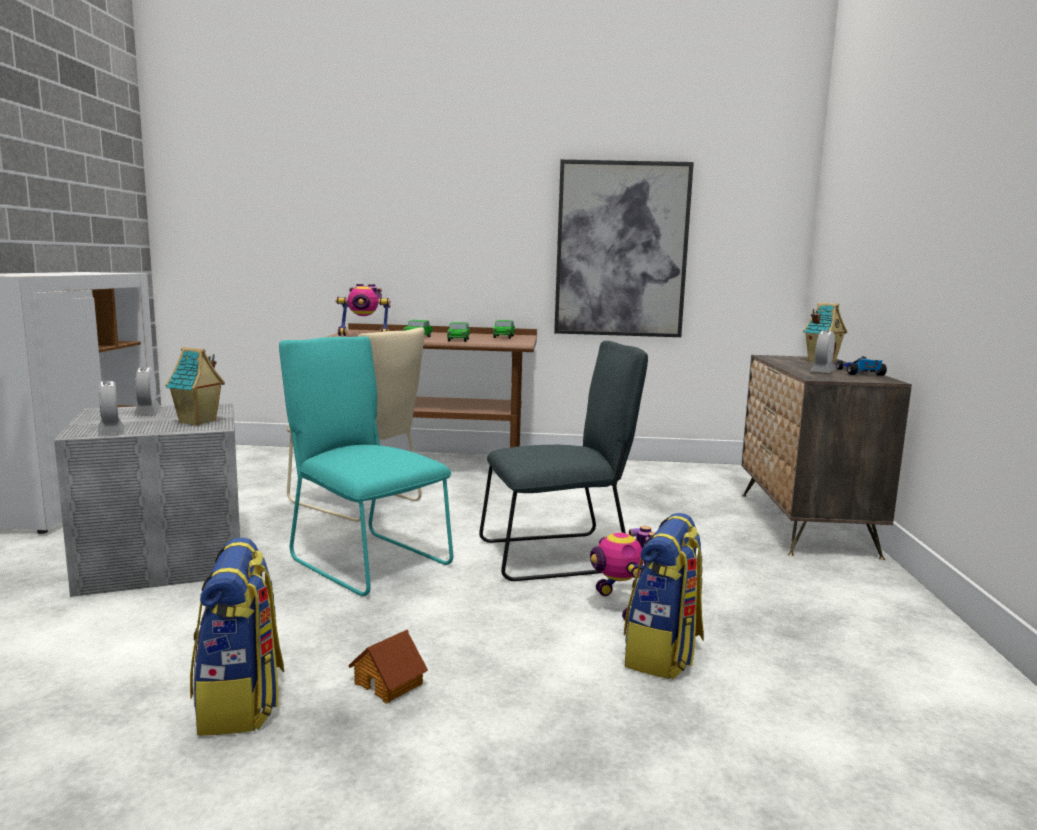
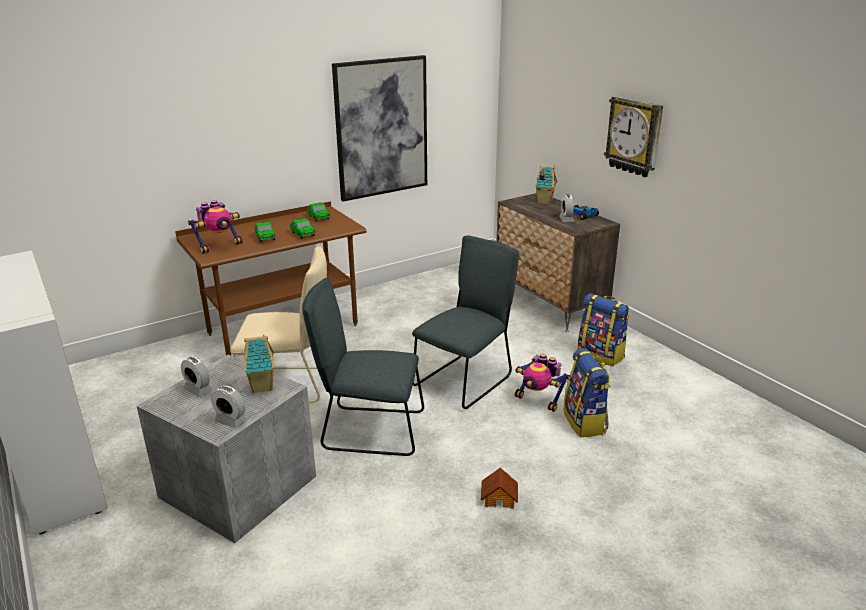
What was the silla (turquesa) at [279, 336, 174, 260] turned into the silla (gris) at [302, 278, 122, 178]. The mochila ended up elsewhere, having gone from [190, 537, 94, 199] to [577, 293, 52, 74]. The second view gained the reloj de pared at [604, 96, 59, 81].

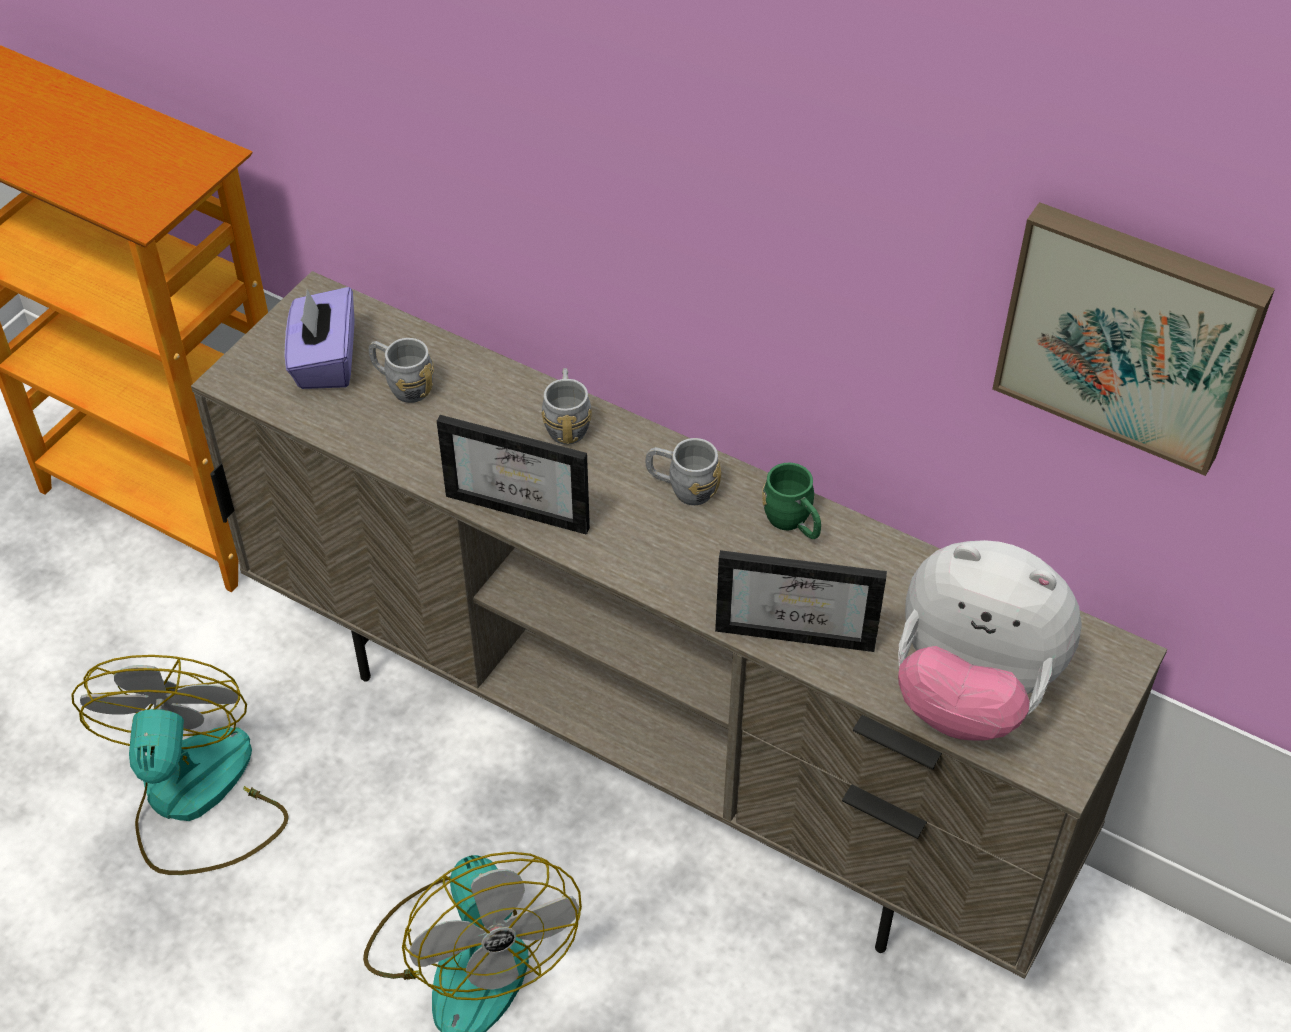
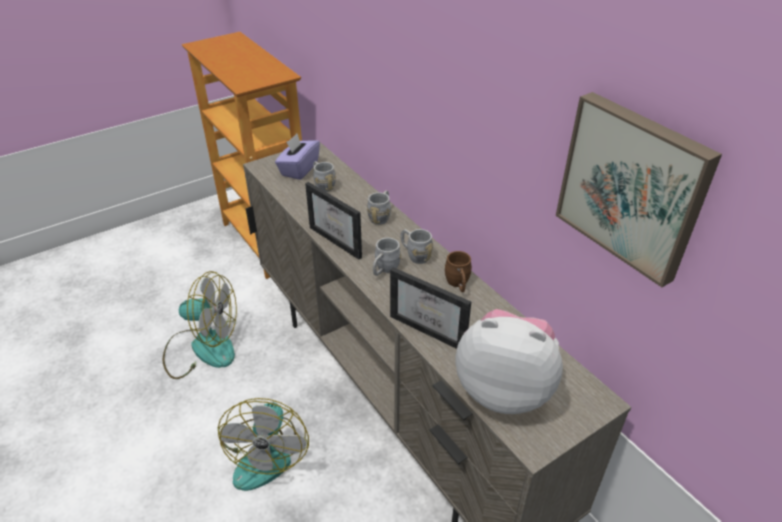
The ventilador at [71, 655, 218, 220] ended up facing another way, 75 degrees clockwise from before. The second view gained the taza grande (gris) at [373, 238, 28, 38]. What was the taza grande (verde) at [762, 463, 59, 76] turned into the taza grande (marrón) at [444, 251, 28, 41]. The peluche at [898, 540, 184, 201] ended up facing another way, 150 degrees clockwise from before.

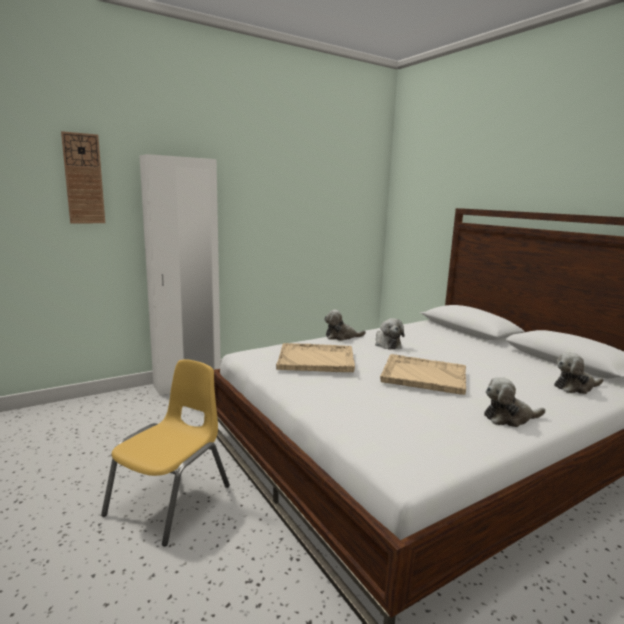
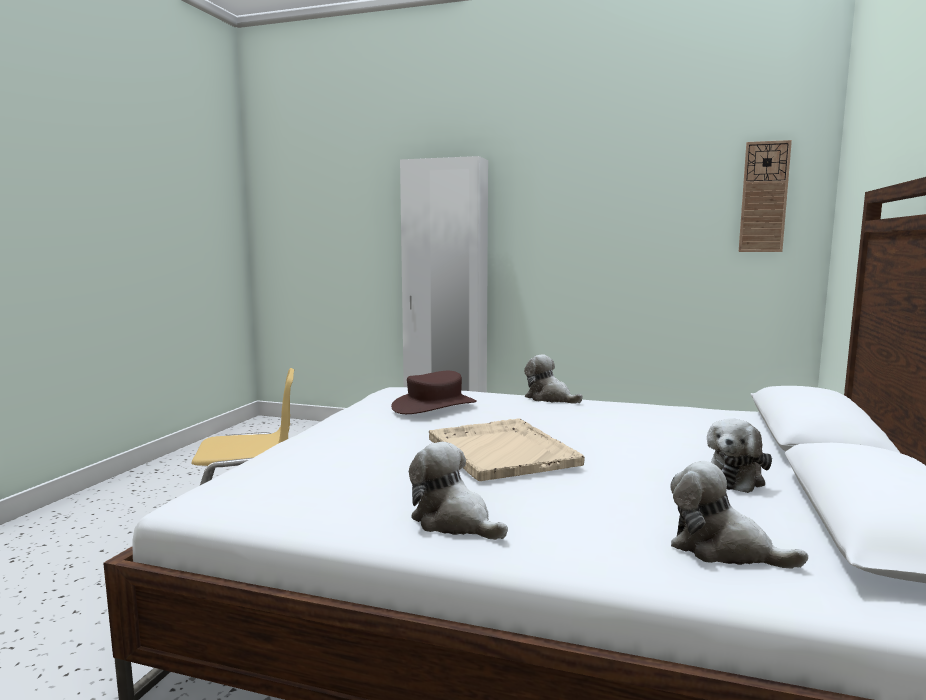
Where the bandeja (beis) stood at [276, 343, 79, 29], the sombrero (marrón) came to stand at [391, 371, 86, 43]. The peluche ended up elsewhere, having gone from [375, 318, 30, 32] to [707, 418, 65, 75]. The reloj de pared ended up elsewhere, having gone from [61, 131, 44, 92] to [739, 140, 53, 112].

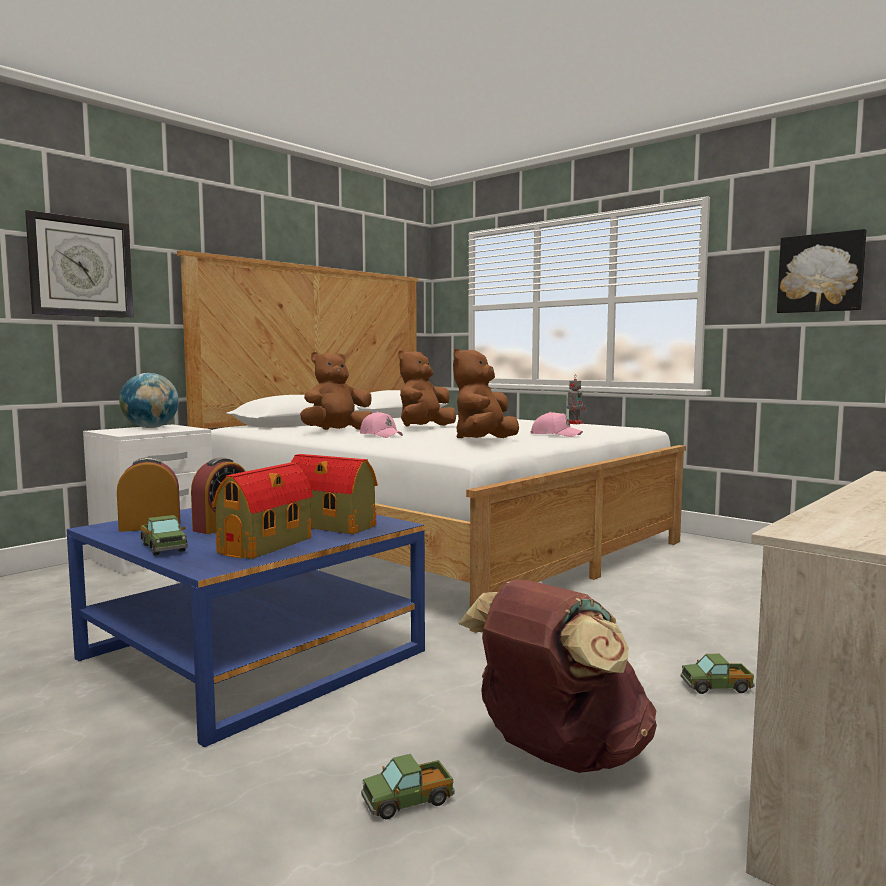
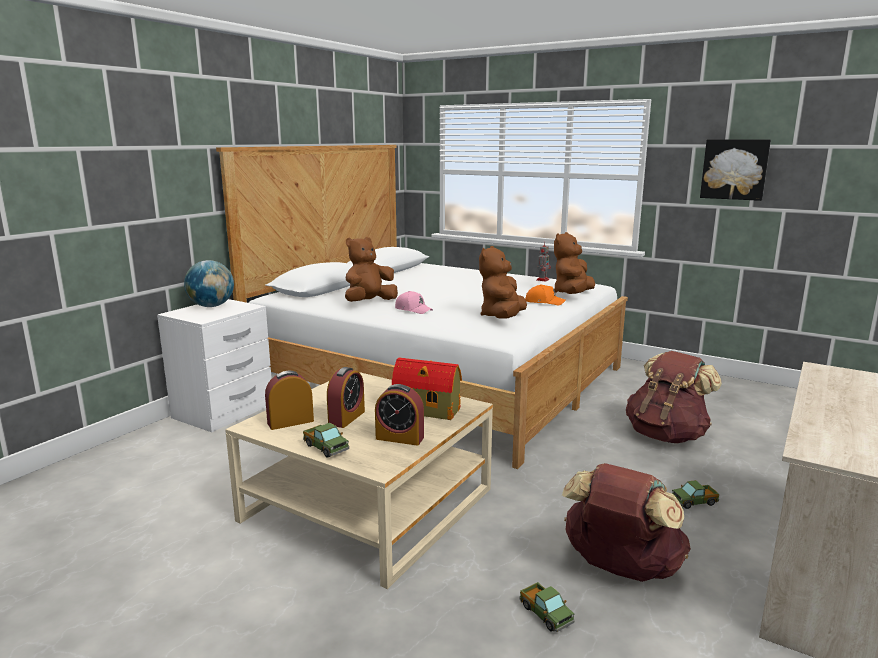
What was the mesa de centro (azul) at [67, 508, 358, 239] turned into the mesa de centro (beis) at [225, 372, 268, 217]. Where the casita stood at [212, 463, 101, 96], the despertador came to stand at [375, 384, 49, 61]. The camión de juguete at [361, 754, 94, 65] ended up facing another way, 90 degrees counterclockwise from before. What was the gorra (rosa) at [531, 412, 52, 25] turned into the gorra (naranja) at [525, 284, 41, 21]. The peluche (marrón) ended up elsewhere, having gone from [398, 350, 58, 76] to [554, 232, 41, 62]. The second view gained the mochila (marrón) at [626, 351, 96, 92]. The second view lost the reloj de pared at [25, 210, 108, 108].

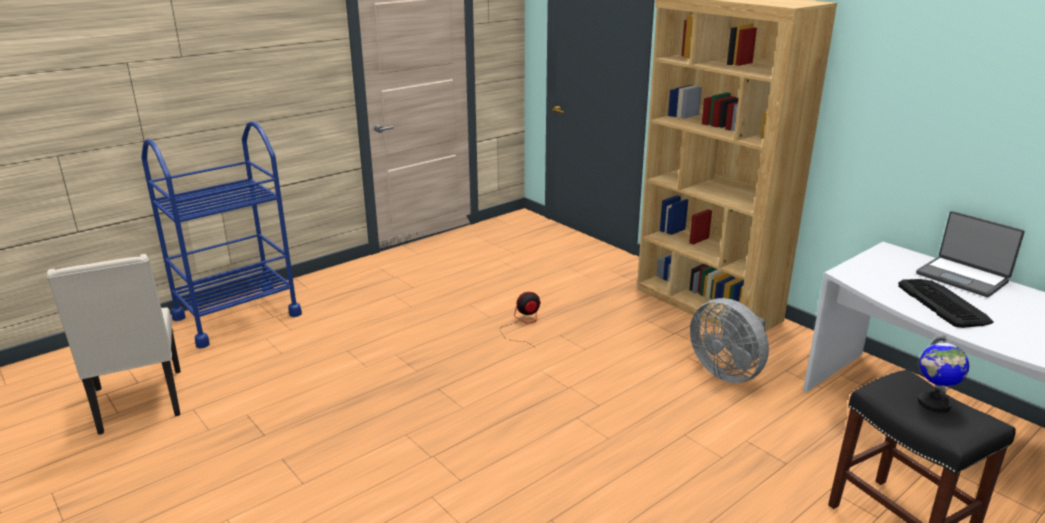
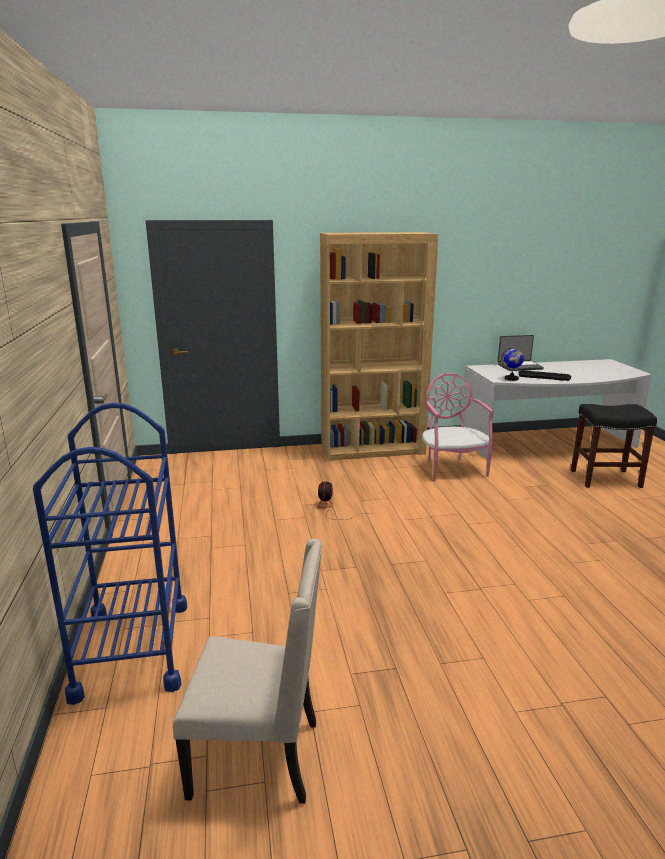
Where the ventilador (gris) stood at [690, 298, 79, 85], the silla (rosa) came to stand at [422, 373, 72, 108]. The globo terráqueo ended up elsewhere, having gone from [918, 335, 51, 78] to [501, 346, 23, 35].

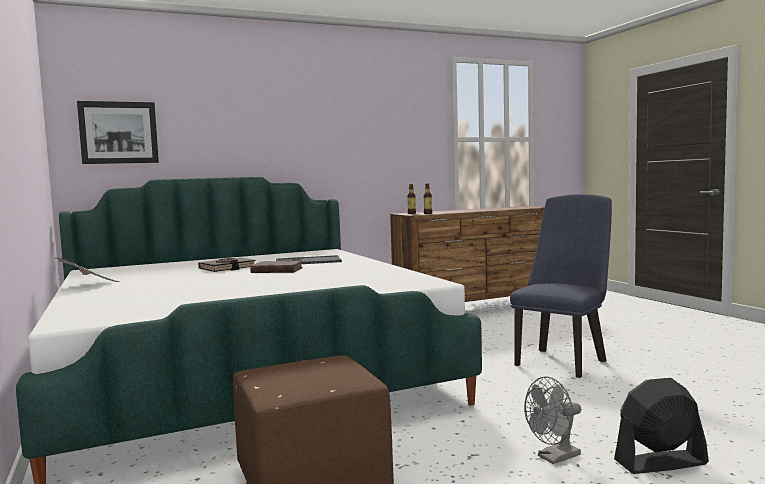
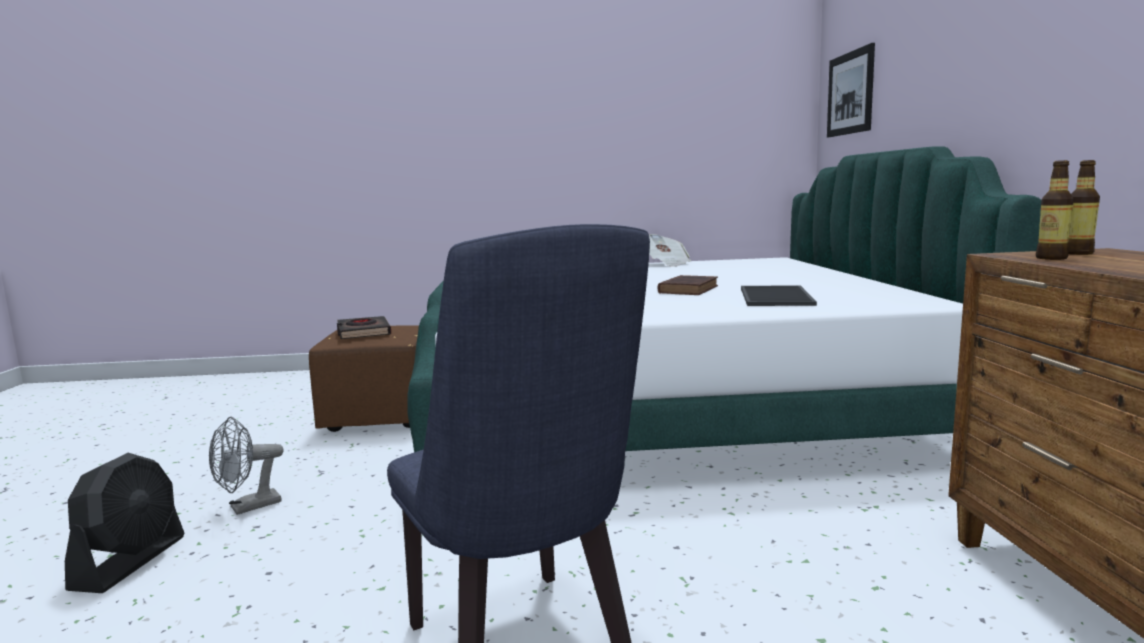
The ventilador (gris) at [524, 377, 57, 87] ended up facing another way, 120 degrees counterclockwise from before. The libro (negro) ended up elsewhere, having gone from [198, 258, 57, 14] to [337, 316, 54, 23].

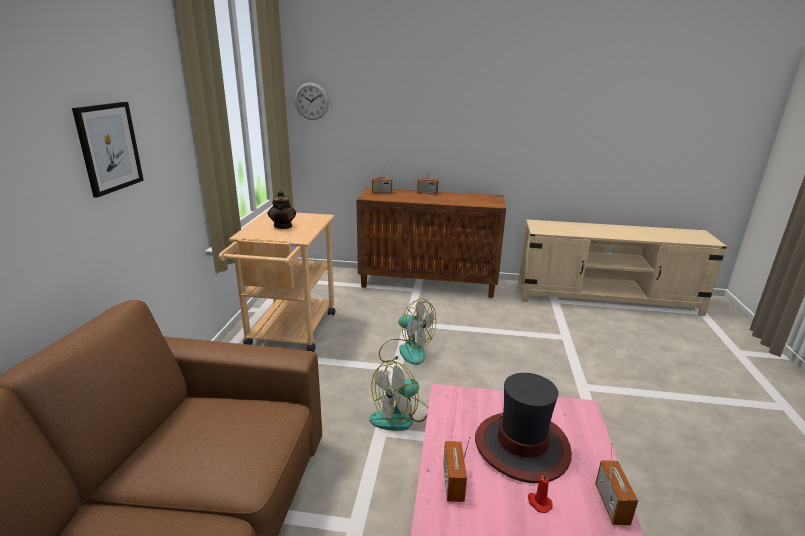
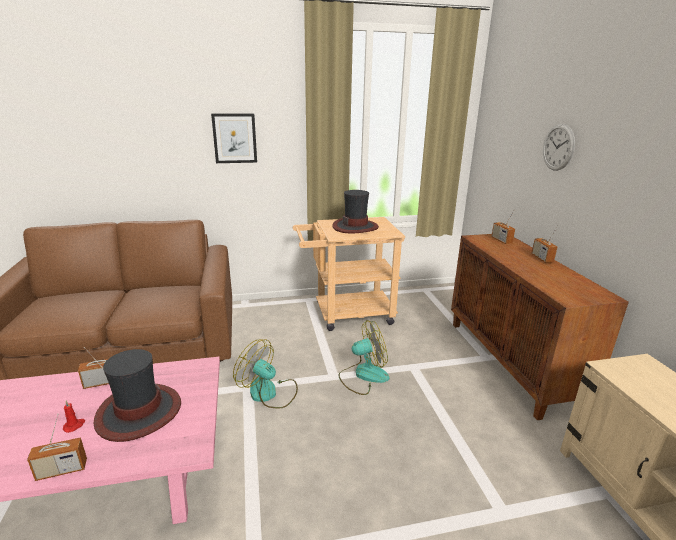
Where the tetera stood at [268, 190, 28, 39], the sombrero came to stand at [332, 190, 47, 43]. The ventilador at [379, 298, 57, 67] ended up facing another way, 120 degrees counterclockwise from before. The reloj de pared ended up elsewhere, having gone from [295, 83, 34, 37] to [543, 124, 32, 47].

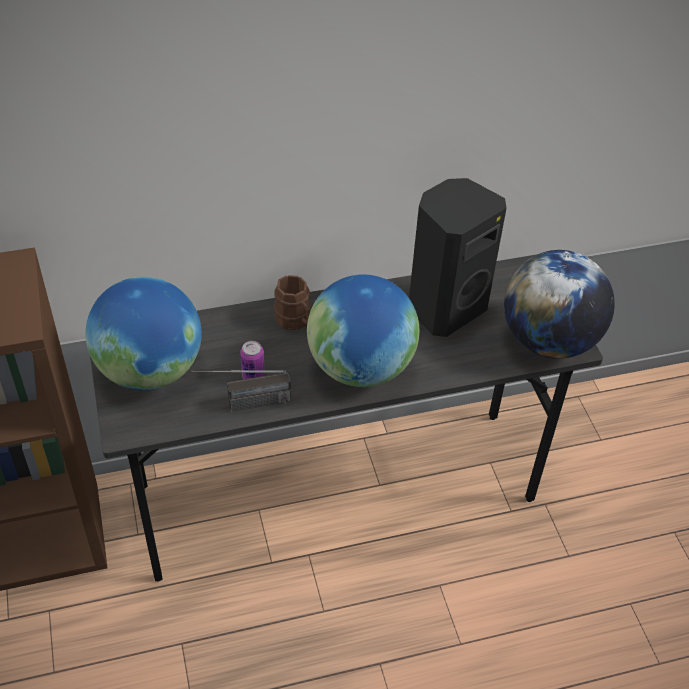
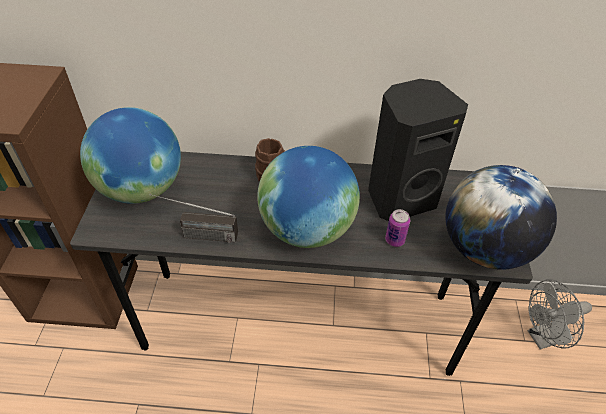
The lata ended up elsewhere, having gone from [240, 341, 25, 38] to [385, 209, 25, 38]. The second view gained the ventilador (gris) at [528, 279, 64, 70].

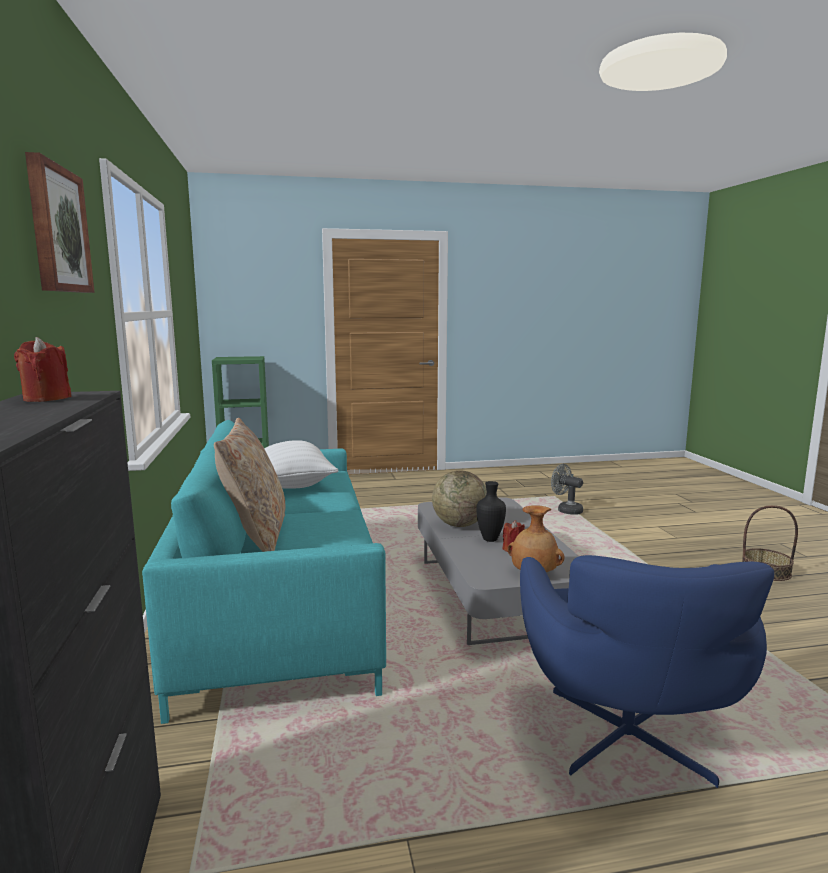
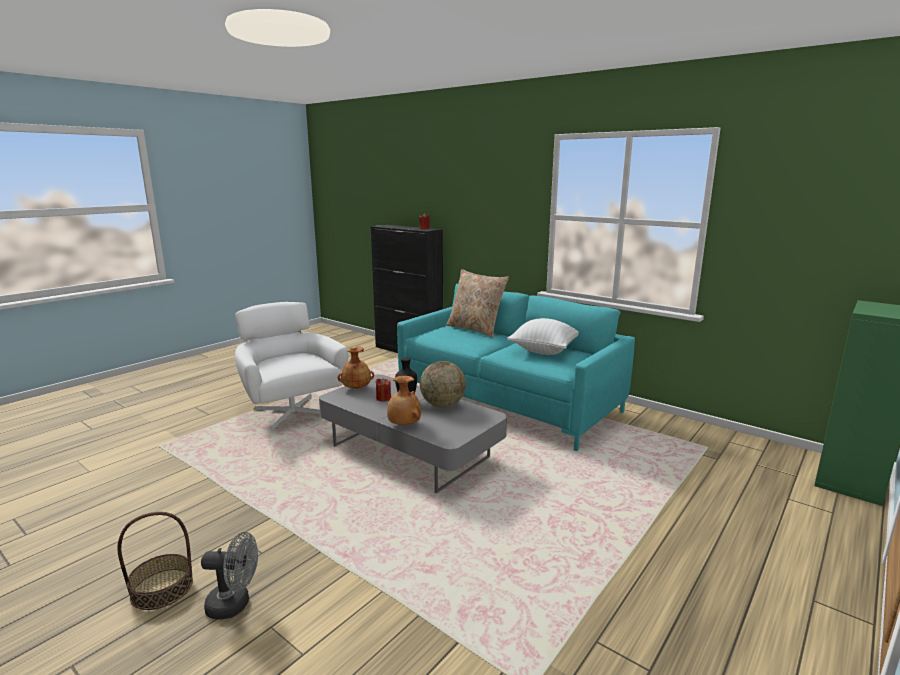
The ventilador (gris) ended up elsewhere, having gone from [551, 464, 32, 51] to [201, 532, 57, 88]. What was the sillón (azul) at [520, 555, 254, 233] turned into the sillón (blanco) at [235, 302, 113, 128]. The second view gained the florero (marrón) at [387, 376, 34, 49]. The second view lost the cuadro at [25, 152, 70, 141].

